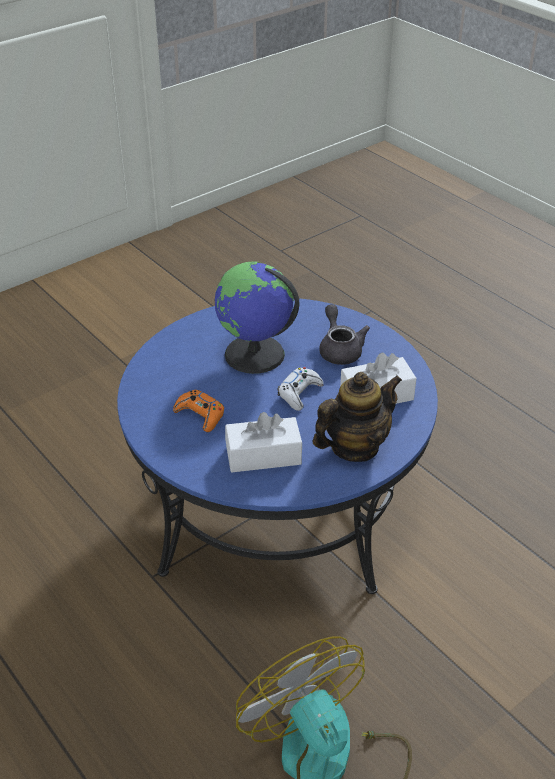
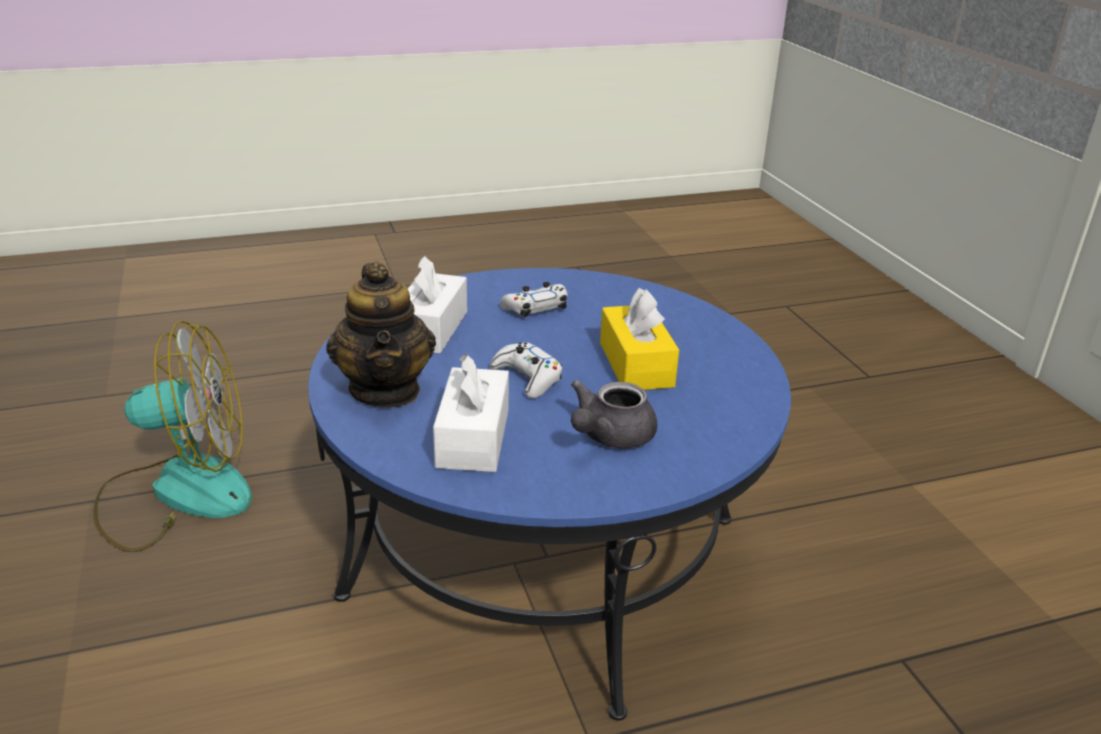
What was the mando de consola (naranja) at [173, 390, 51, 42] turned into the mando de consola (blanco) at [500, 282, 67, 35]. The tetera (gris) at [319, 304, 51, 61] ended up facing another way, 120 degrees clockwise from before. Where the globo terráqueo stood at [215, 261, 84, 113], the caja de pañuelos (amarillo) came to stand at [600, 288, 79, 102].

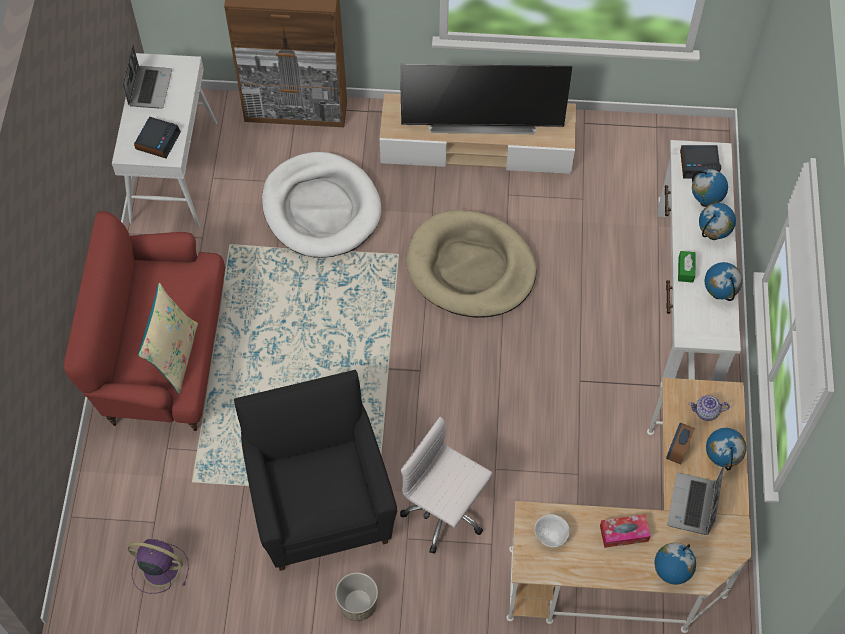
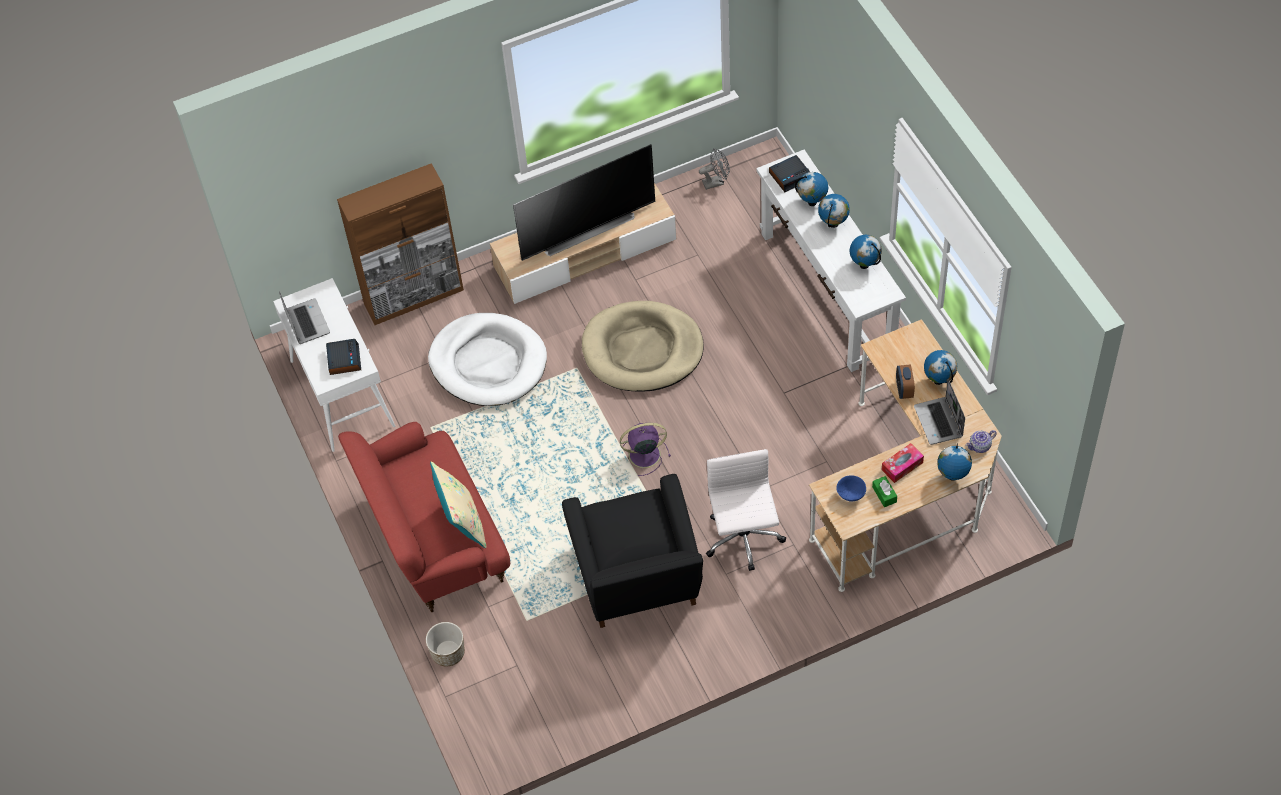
The maceta ended up elsewhere, having gone from [335, 572, 43, 49] to [426, 622, 39, 44]. The sillón (negro) at [234, 370, 163, 201] ended up facing another way, 150 degrees counterclockwise from before. The ventilador (morado) ended up elsewhere, having gone from [128, 539, 61, 55] to [620, 423, 51, 53]. The second view gained the ventilador (gris) at [699, 148, 31, 42]. The silla de oficina (blanco) at [400, 417, 92, 137] ended up facing another way, 75 degrees clockwise from before. What was the cuenco (blanco) at [535, 514, 34, 34] turned into the cuenco (azul) at [836, 475, 30, 26]. The caja de pañuelos (verde) ended up elsewhere, having gone from [678, 251, 18, 32] to [872, 476, 25, 31]. The tetera ended up elsewhere, having gone from [689, 395, 41, 26] to [966, 430, 31, 23].

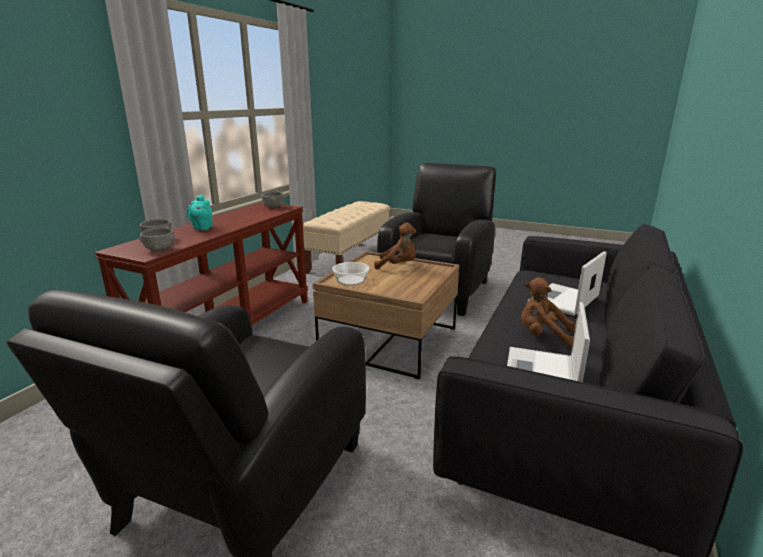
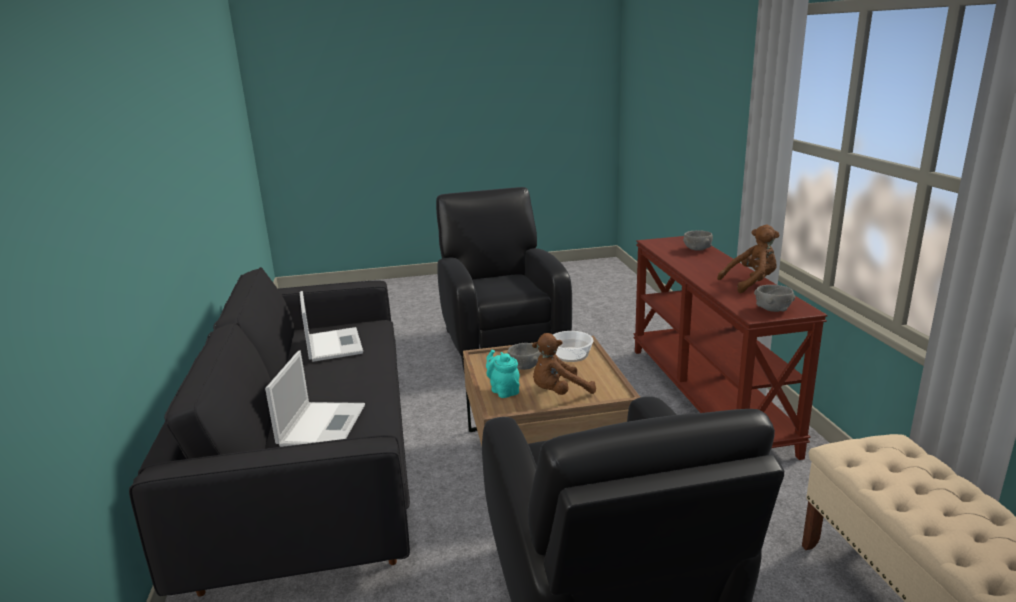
The tetera (turquesa) ended up elsewhere, having gone from [187, 194, 26, 36] to [486, 350, 34, 48]. The cuenco (gris) ended up elsewhere, having gone from [139, 228, 36, 23] to [507, 343, 34, 27]. The peluche (marrón) ended up elsewhere, having gone from [521, 278, 54, 70] to [717, 225, 63, 68].

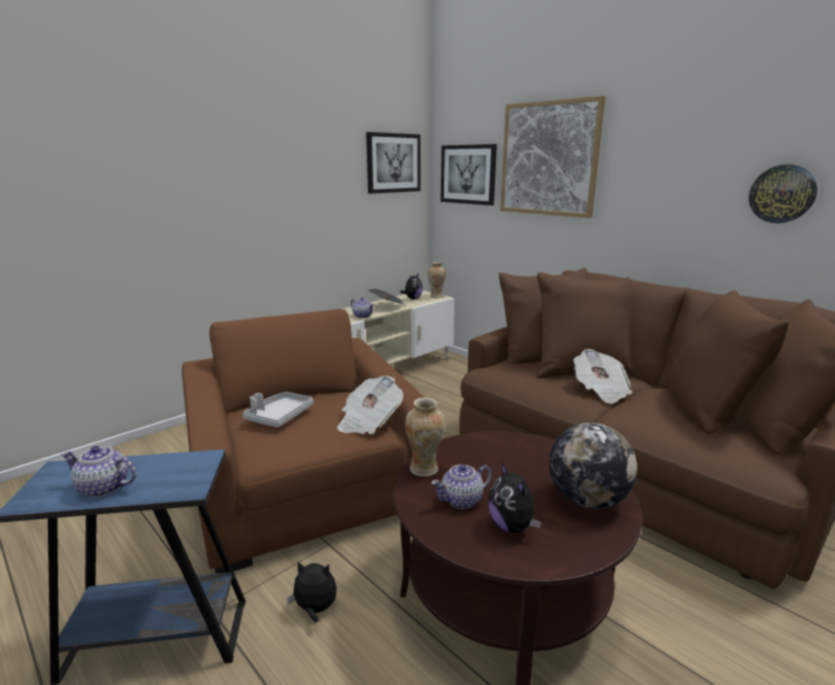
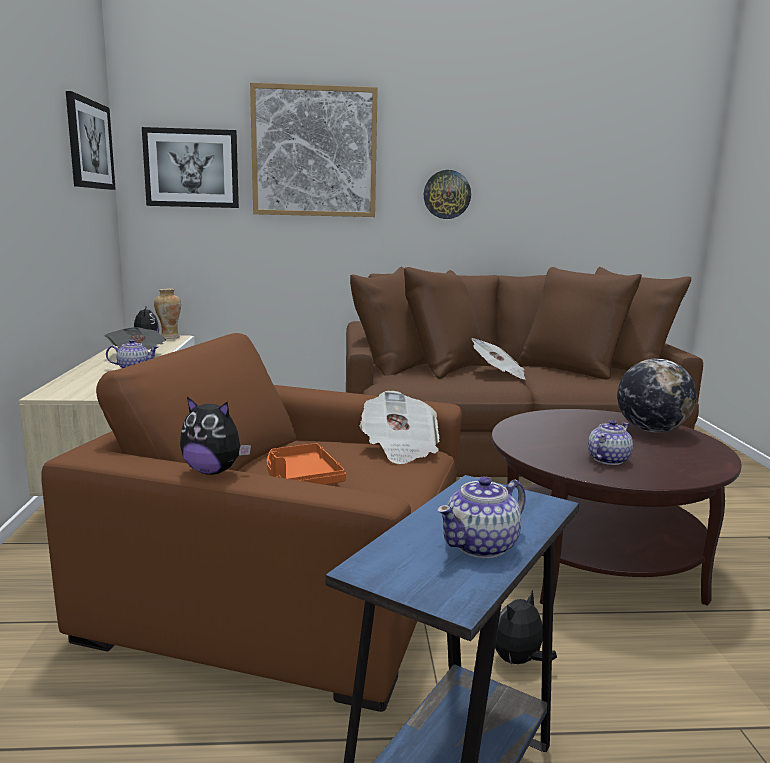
The peluche ended up elsewhere, having gone from [489, 463, 52, 70] to [180, 397, 71, 78]. What was the bandeja (gris) at [243, 392, 70, 36] turned into the bandeja (naranja) at [267, 443, 79, 42]. The reloj de pared ended up elsewhere, having gone from [749, 165, 69, 58] to [424, 170, 47, 49]. The tetera at [431, 464, 61, 45] ended up facing another way, 150 degrees counterclockwise from before. The second view lost the florero at [405, 398, 41, 79].

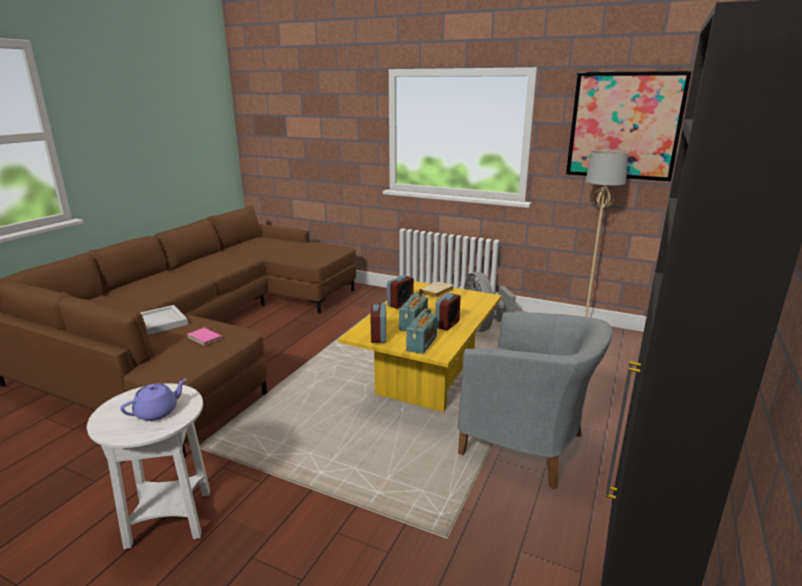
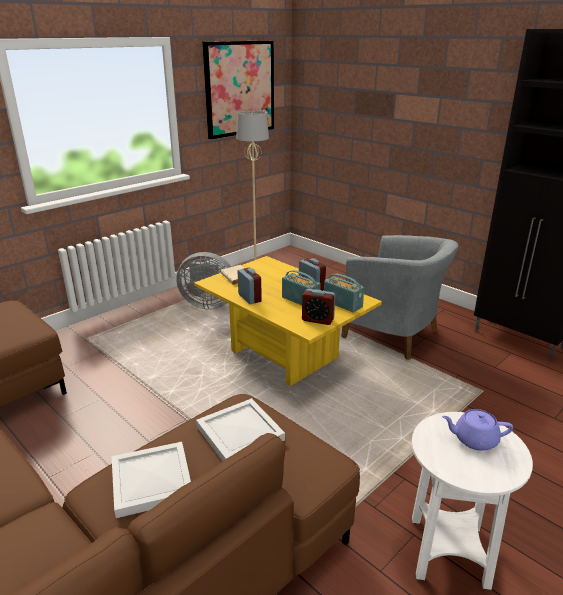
Where the libro (rosa) stood at [188, 326, 34, 20], the bandeja (blanco) came to stand at [196, 398, 89, 63]. The sillón (gris) at [458, 312, 154, 177] ended up facing another way, 75 degrees clockwise from before. The tetera (morado) at [120, 379, 67, 42] ended up facing another way, 60 degrees counterclockwise from before.

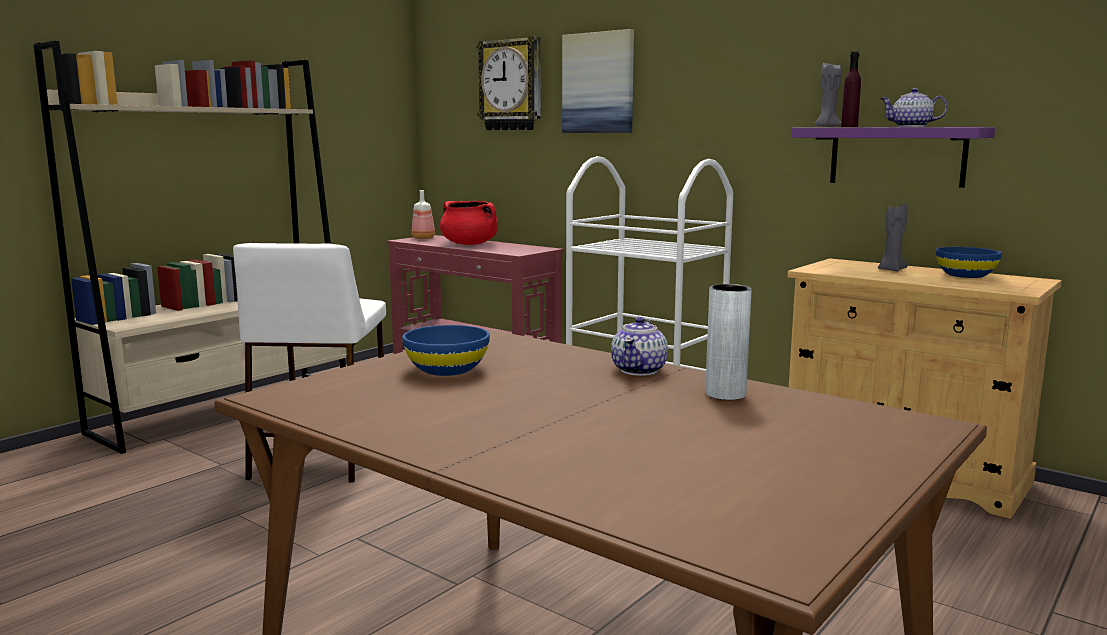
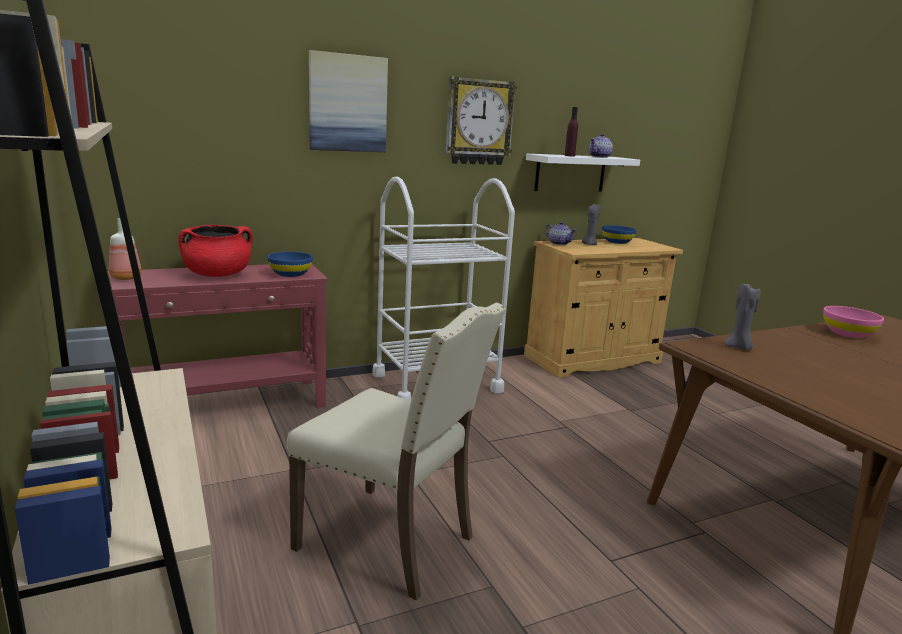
The cuenco (azul) ended up elsewhere, having gone from [402, 325, 88, 51] to [267, 252, 46, 25]. Where the taburete (blanco) stood at [233, 243, 153, 240], the silla (beis) came to stand at [287, 303, 219, 297]. The reloj de pared ended up elsewhere, having gone from [476, 37, 65, 93] to [445, 76, 72, 89]. What was the estante (morado) at [791, 127, 204, 61] turned into the estante (blanco) at [526, 154, 114, 38]. The tetera ended up elsewhere, having gone from [611, 317, 57, 59] to [545, 222, 32, 23]. The vela (gris) ended up elsewhere, having gone from [814, 63, 27, 64] to [725, 283, 36, 67]. Where the florero (gris) stood at [705, 284, 47, 116], the cuenco (rosa) came to stand at [823, 306, 61, 32].

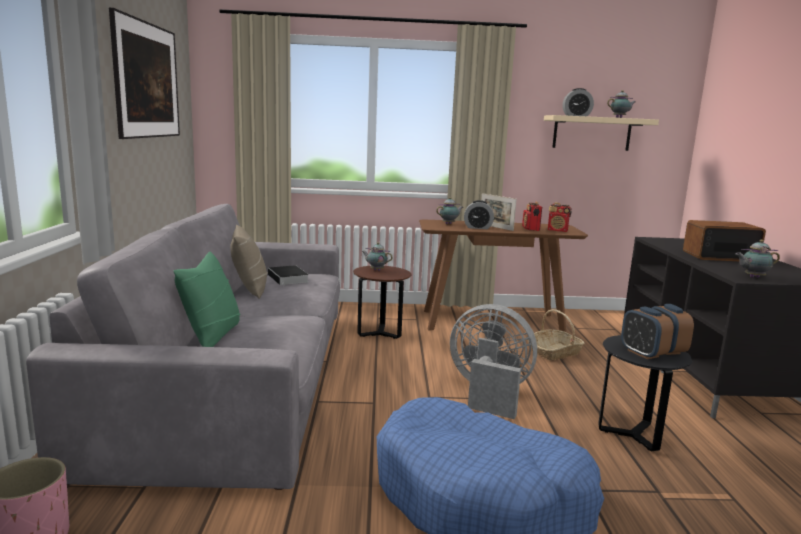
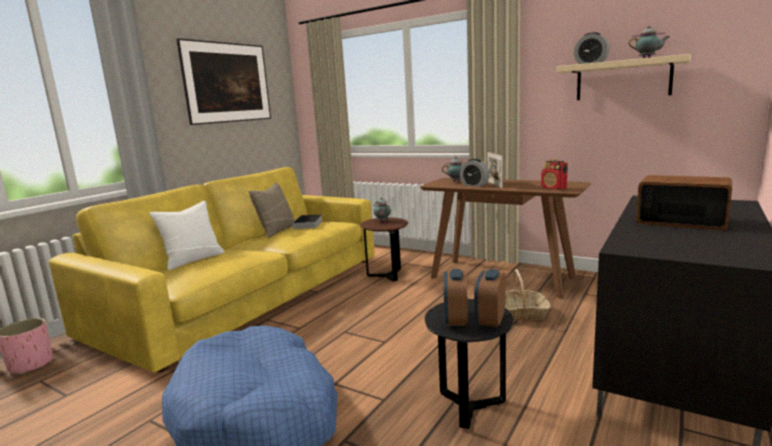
What was the sofá (gris) at [26, 204, 314, 286] turned into the sofá (amarillo) at [49, 167, 326, 205]. What was the cojín (verde) at [174, 251, 67, 96] turned into the cojín (blanco) at [149, 201, 75, 69]. The second view lost the ventilador (gris) at [450, 304, 87, 115]. The second view lost the radio at [522, 201, 20, 30]. The second view lost the tetera at [736, 240, 44, 38].

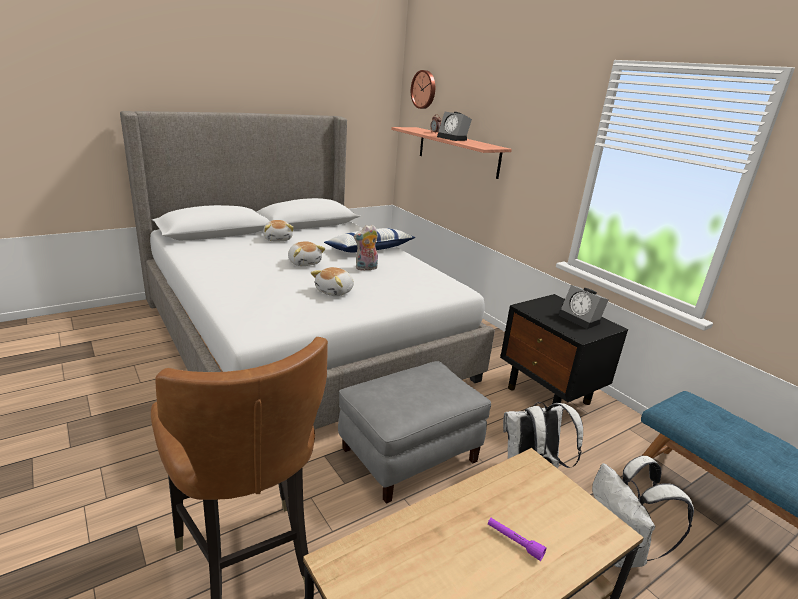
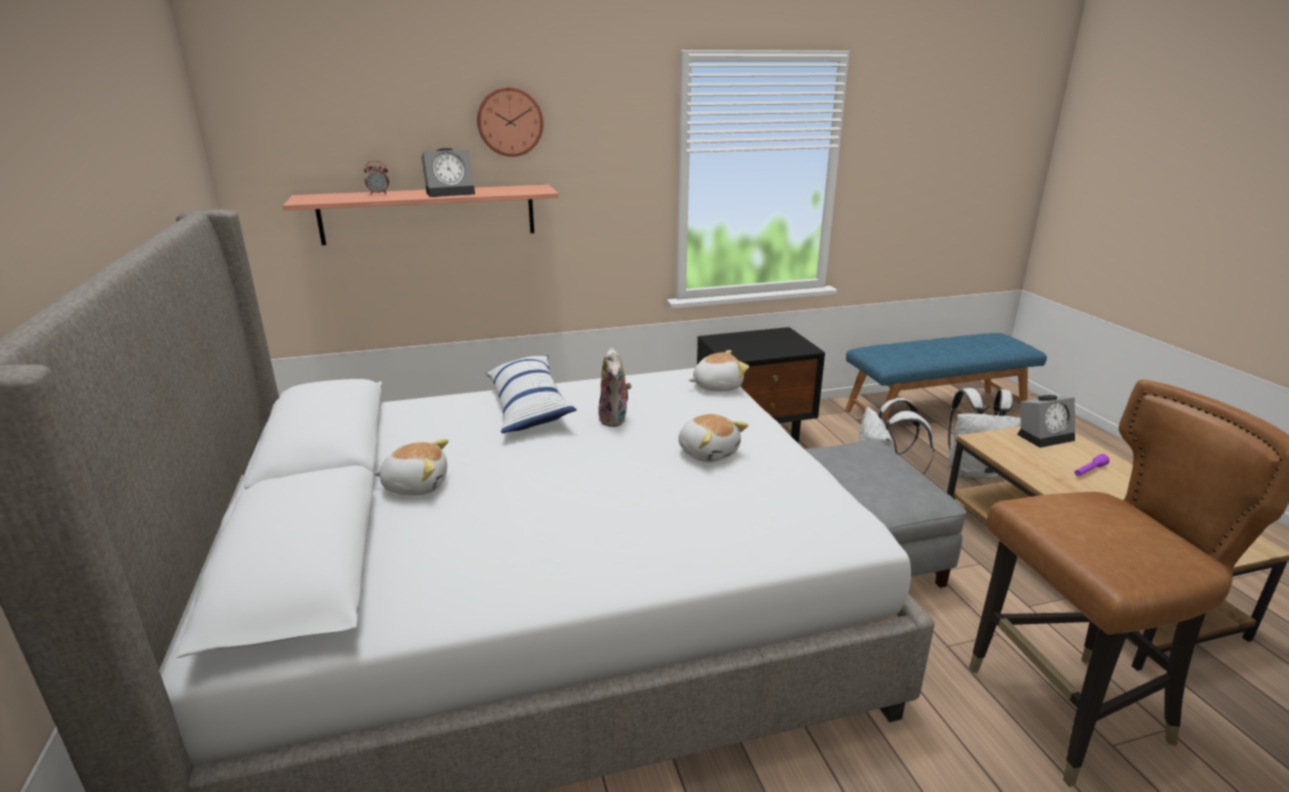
The reloj de pared ended up elsewhere, having gone from [411, 70, 24, 39] to [477, 87, 66, 70]. The peluche ended up elsewhere, having gone from [288, 241, 37, 25] to [688, 350, 61, 41]. The despertador ended up elsewhere, having gone from [558, 285, 51, 44] to [1017, 395, 58, 53].

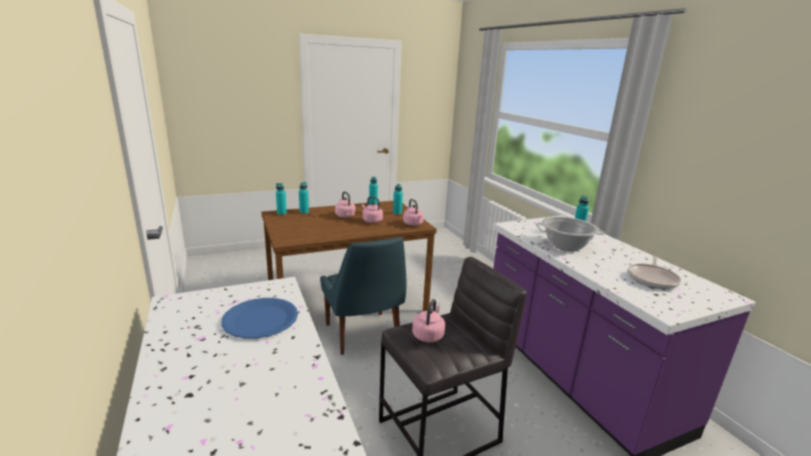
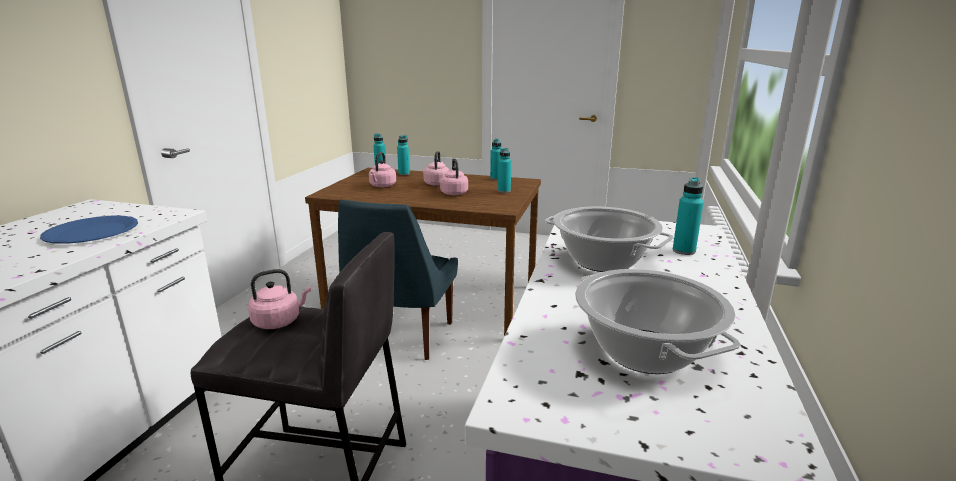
The hervidor (rosa) ended up elsewhere, having gone from [403, 199, 21, 27] to [369, 152, 27, 35]. Where the sartén stood at [628, 256, 53, 33], the olla came to stand at [575, 269, 166, 105].

